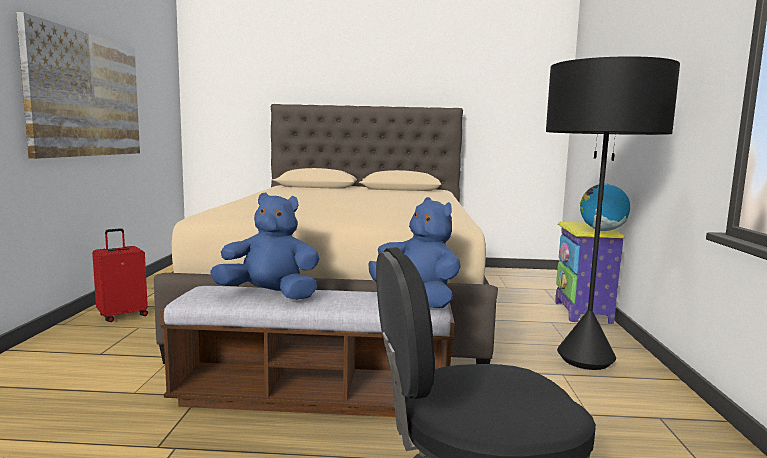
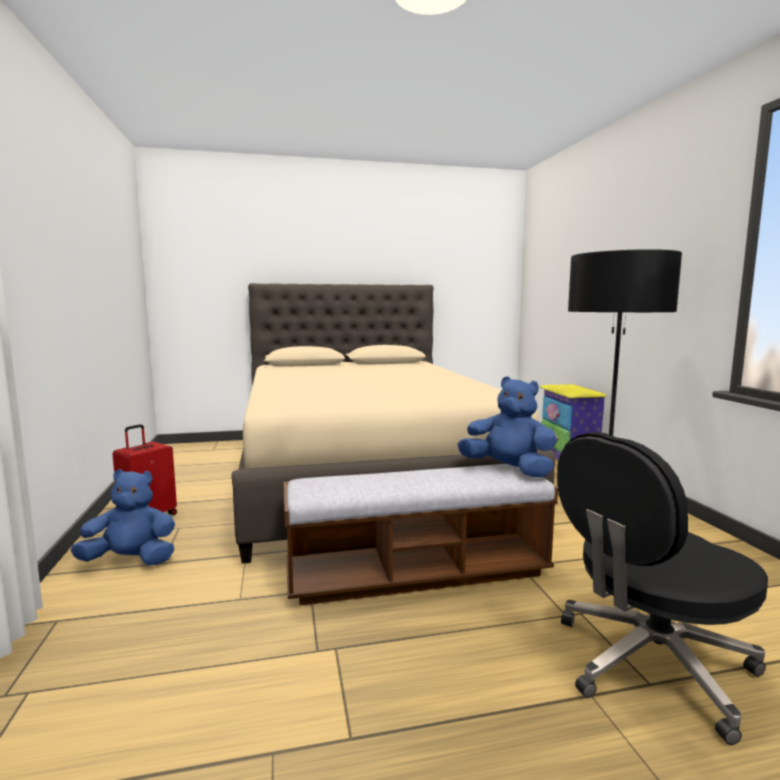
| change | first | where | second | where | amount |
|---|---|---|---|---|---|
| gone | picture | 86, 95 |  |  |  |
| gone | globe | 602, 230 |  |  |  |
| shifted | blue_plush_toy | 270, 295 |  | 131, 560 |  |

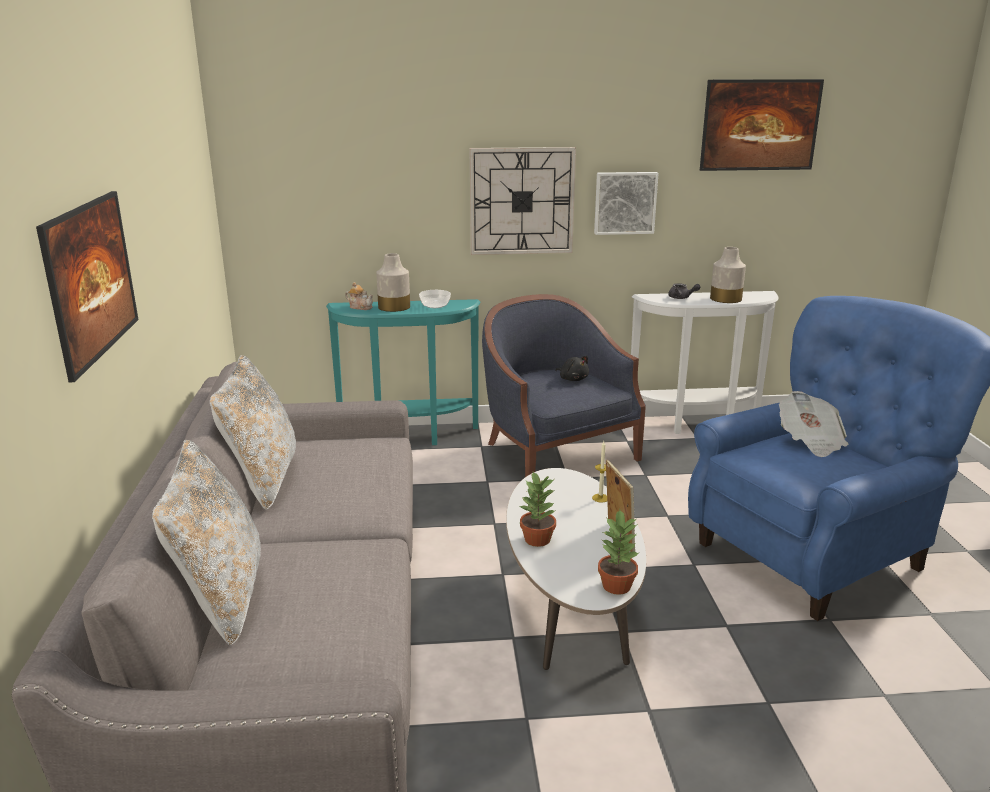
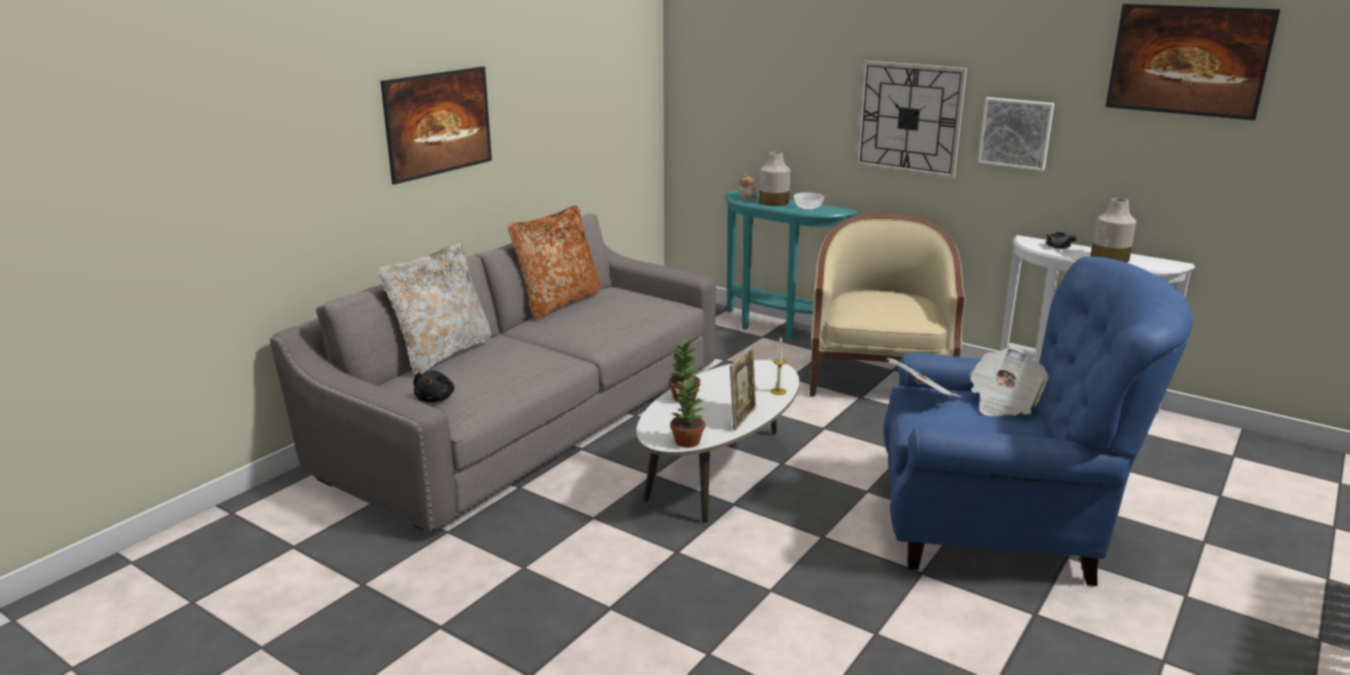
| change | first | where | second | where | amount |
|---|---|---|---|---|---|
| new |  |  | newspaper | 922, 397 |  |
| shifted | black_plush_toy | 572, 379 |  | 435, 399 |  |
| repainted | white_pillow | 263, 481 | orange_pillow | 560, 304 |  |
| repainted | blue_armchair | 555, 454 | beige_armchair | 880, 377 |  |

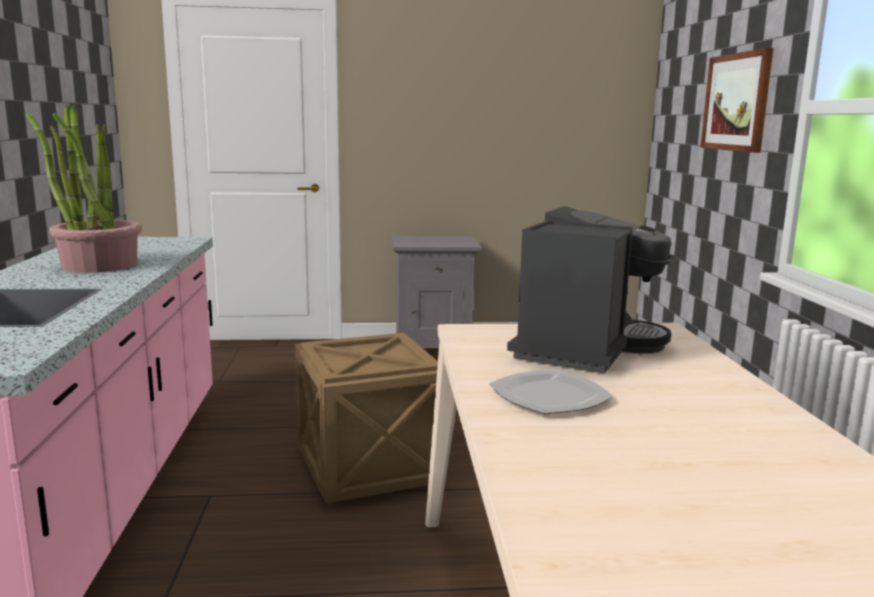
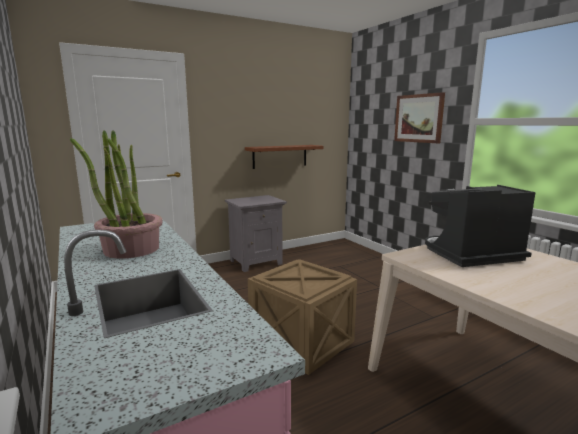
| change | first | where | second | where | amount |
|---|---|---|---|---|---|
| gone | plate | 548, 396 |  |  |  |
| new |  |  | brown_shelf | 280, 156 |  |
| rotated | coffee_machine | 585, 347 |  | 471, 255 | 105 degrees counterclockwise |

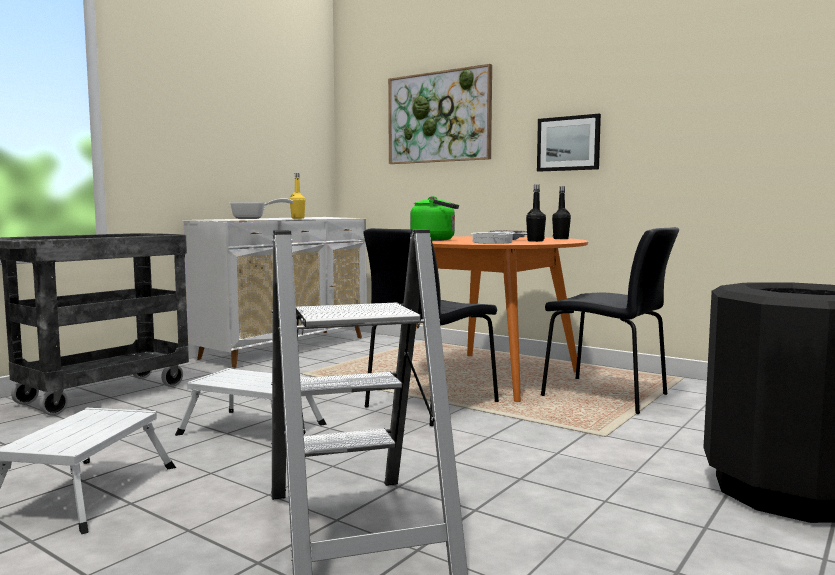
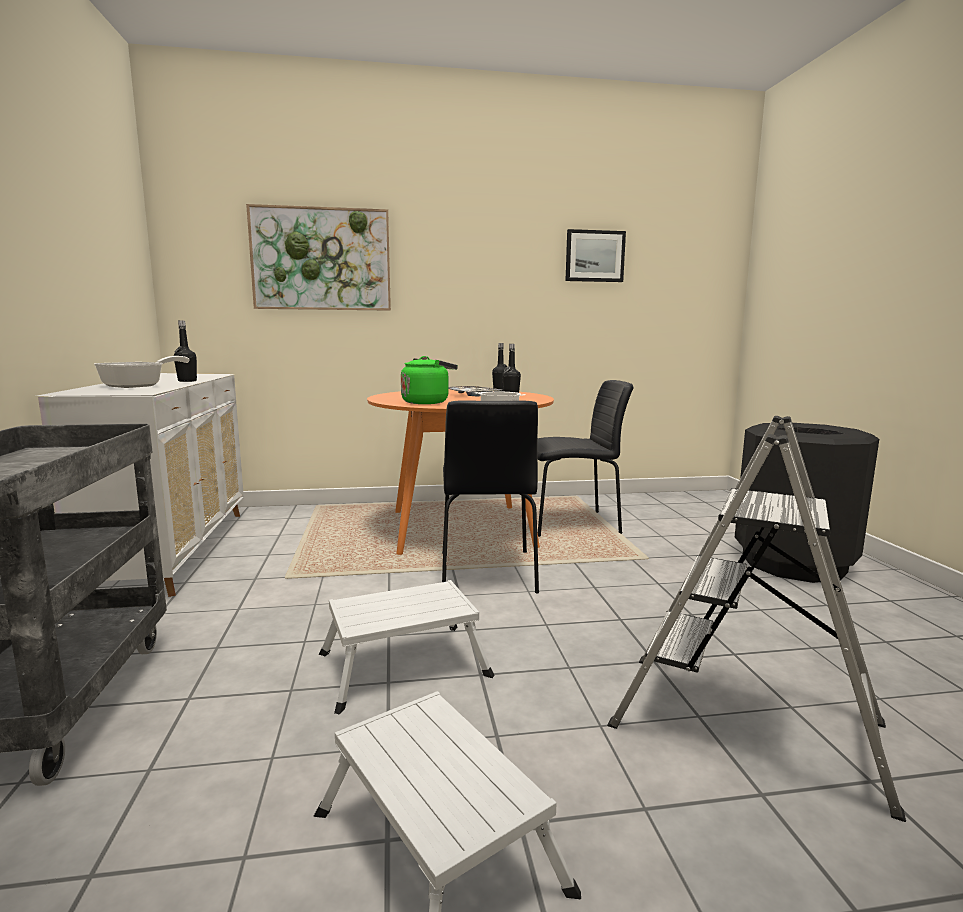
| change | first | where | second | where | amount |
|---|---|---|---|---|---|
| shifted | picture | 568, 143 |  | 594, 256 |  |
| repainted | yellow_bottle | 297, 218 | black_bottle | 187, 381 |  |

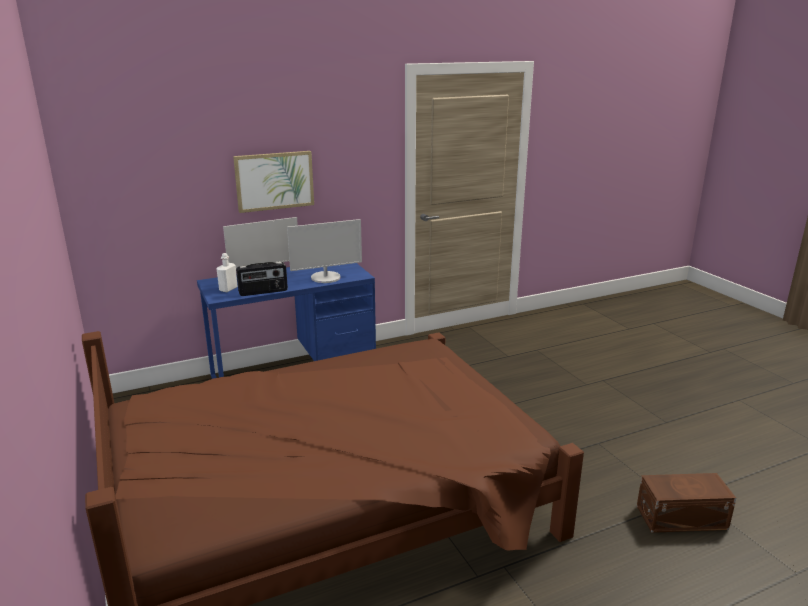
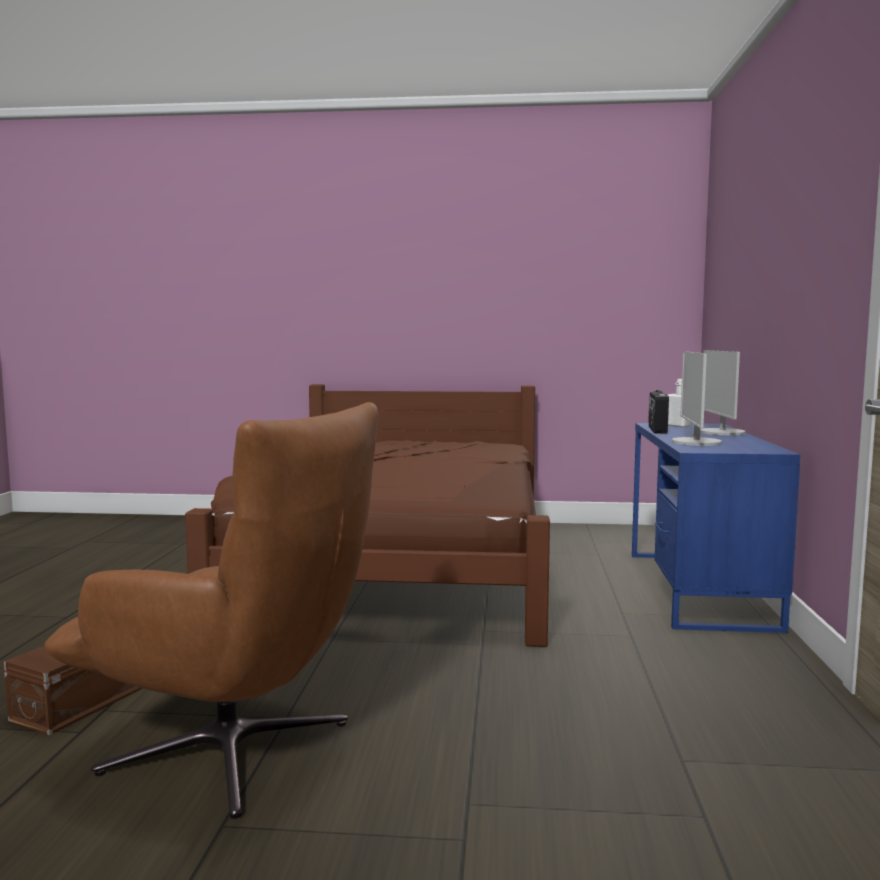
| change | first | where | second | where | amount |
|---|---|---|---|---|---|
| gone | picture | 274, 181 |  |  |  |
| new |  |  | brown_armchair | 230, 748 |  |

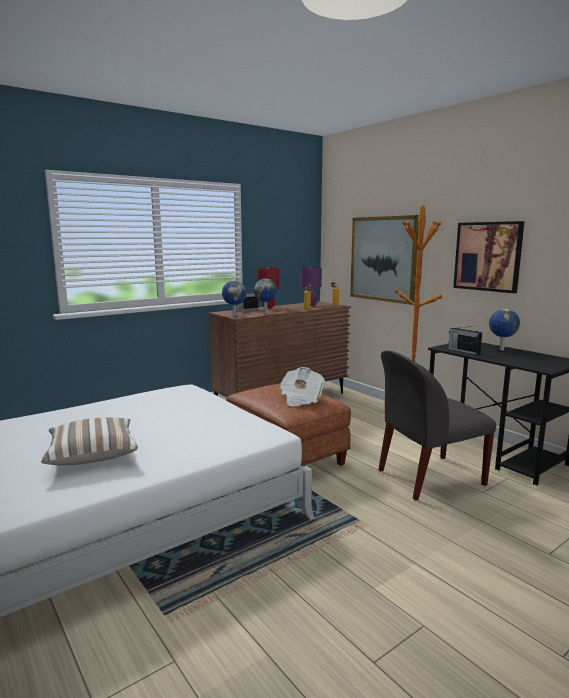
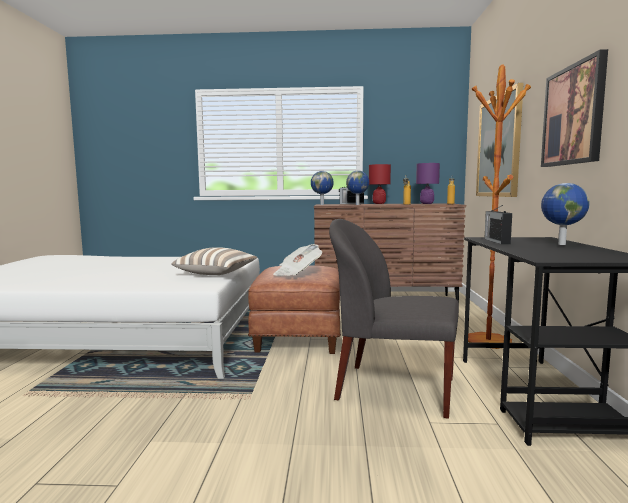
| change | first | where | second | where | amount |
|---|---|---|---|---|---|
| shifted | pillow | 92, 454 |  | 217, 273 |  |

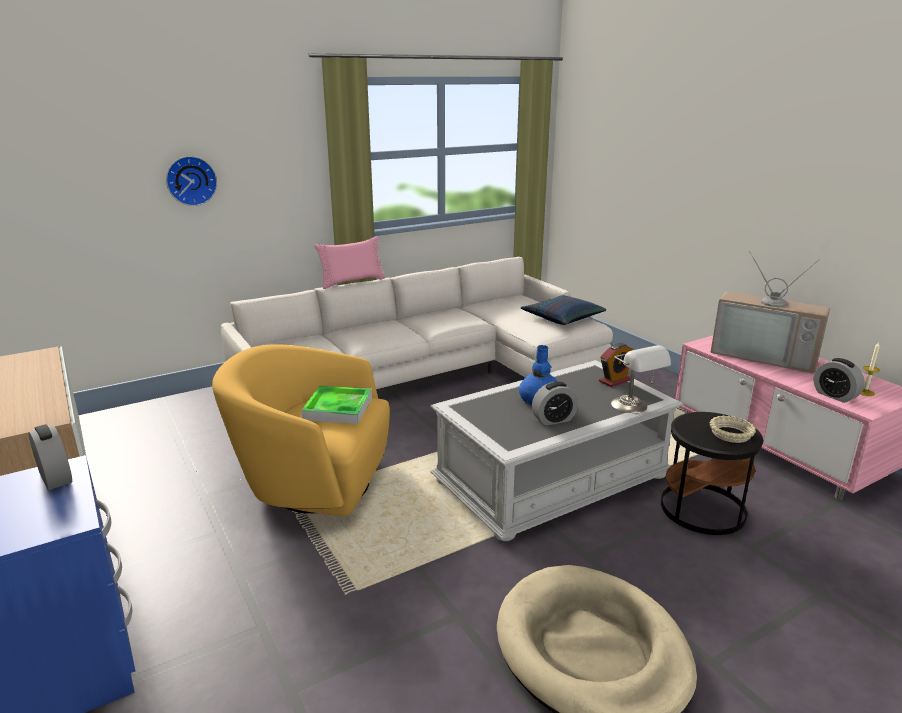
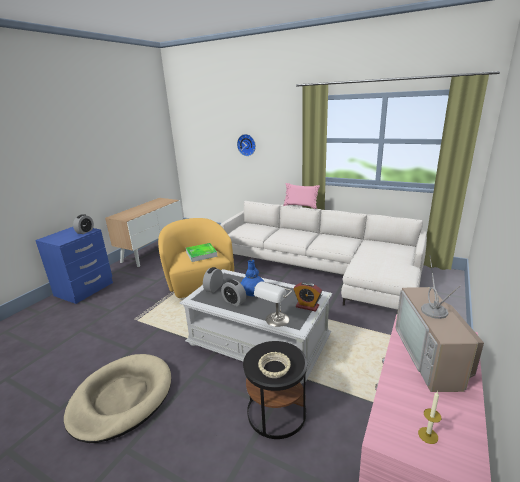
| change | first | where | second | where | amount |
|---|---|---|---|---|---|
| gone | blue_pillow | 562, 318 |  |  |  |
| shifted | alarm_clock | 834, 396 |  | 214, 288 |  |

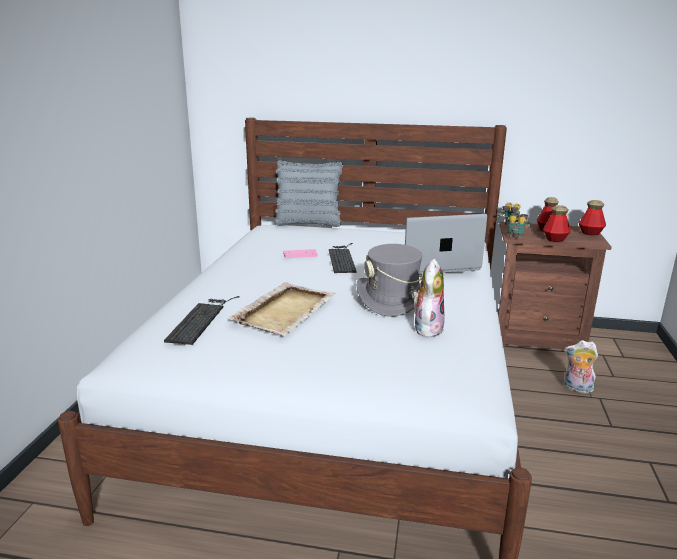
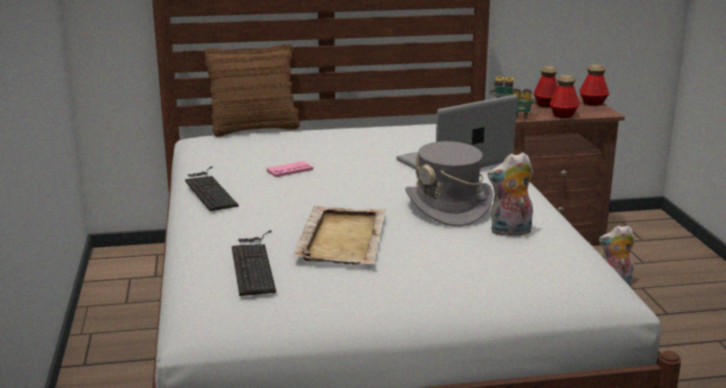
| change | first | where | second | where | amount |
|---|---|---|---|---|---|
| shifted | keyboard | 342, 258 |  | 209, 189 |  |
| repainted | grey_pillow | 309, 224 | brown_pillow | 255, 129 |  |
| rotated | plush_toy | 427, 328 |  | 510, 232 | 105 degrees counterclockwise |

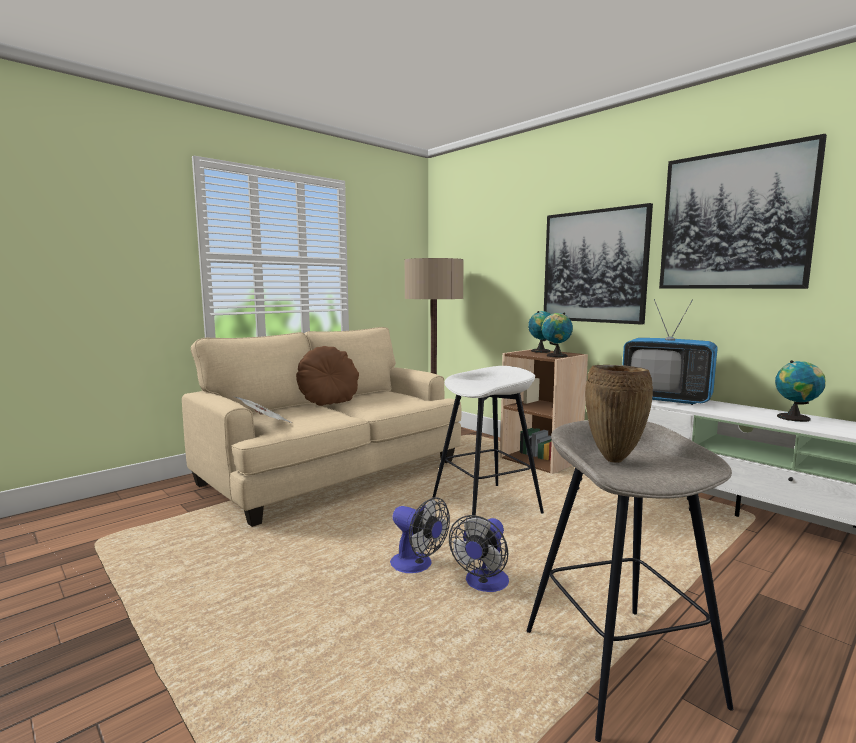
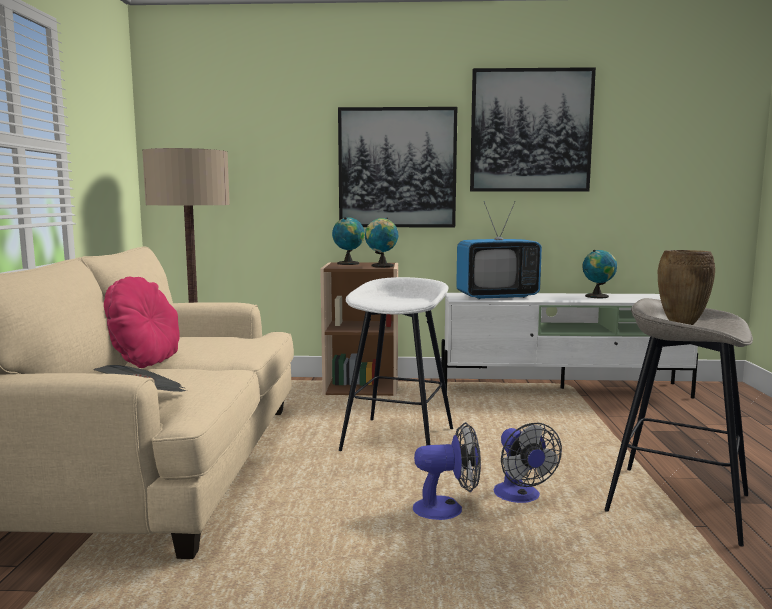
| change | first | where | second | where | amount |
|---|---|---|---|---|---|
| repainted | brown_pillow | 328, 403 | pink_pillow | 145, 363 |  |

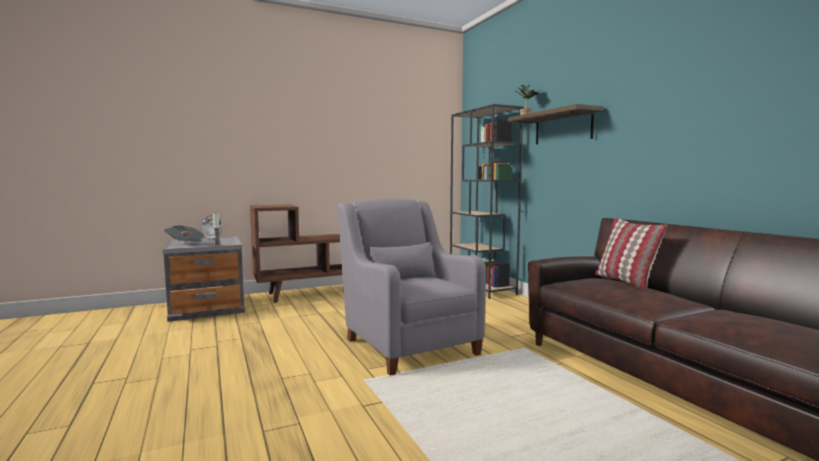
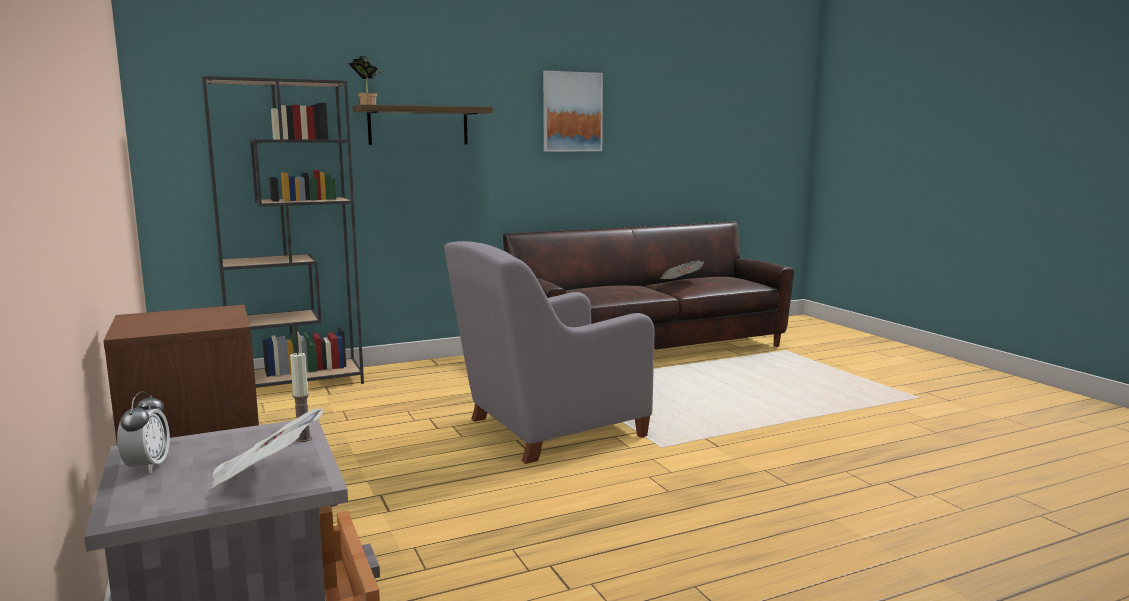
| change | first | where | second | where | amount |
|---|---|---|---|---|---|
| gone | pillow | 625, 281 |  |  |  |
| new |  |  | picture | 572, 112 |  |
| new |  |  | newspaper | 681, 282 |  |

